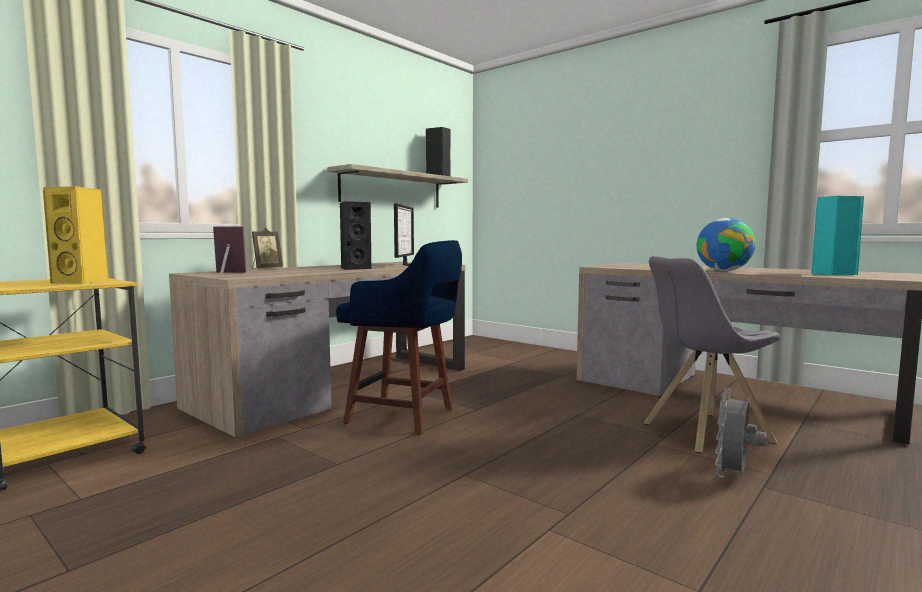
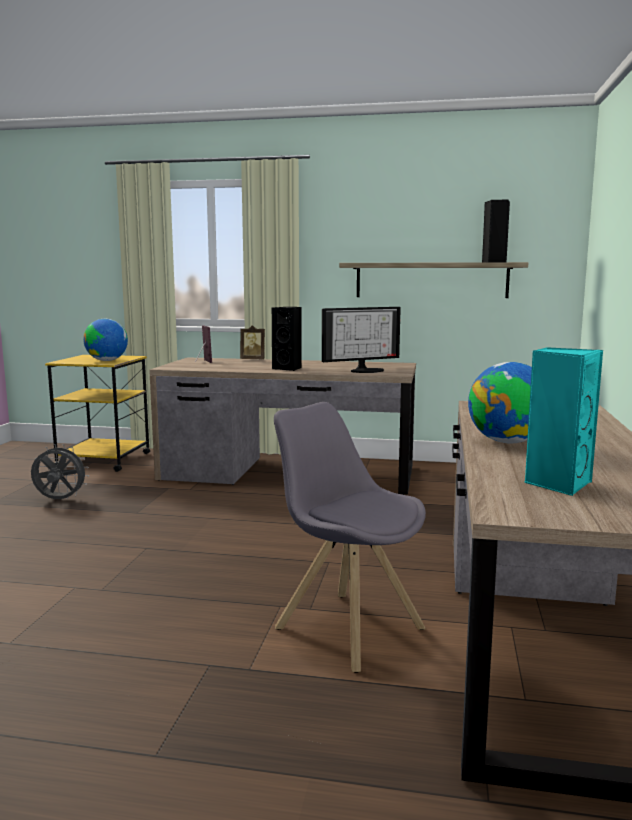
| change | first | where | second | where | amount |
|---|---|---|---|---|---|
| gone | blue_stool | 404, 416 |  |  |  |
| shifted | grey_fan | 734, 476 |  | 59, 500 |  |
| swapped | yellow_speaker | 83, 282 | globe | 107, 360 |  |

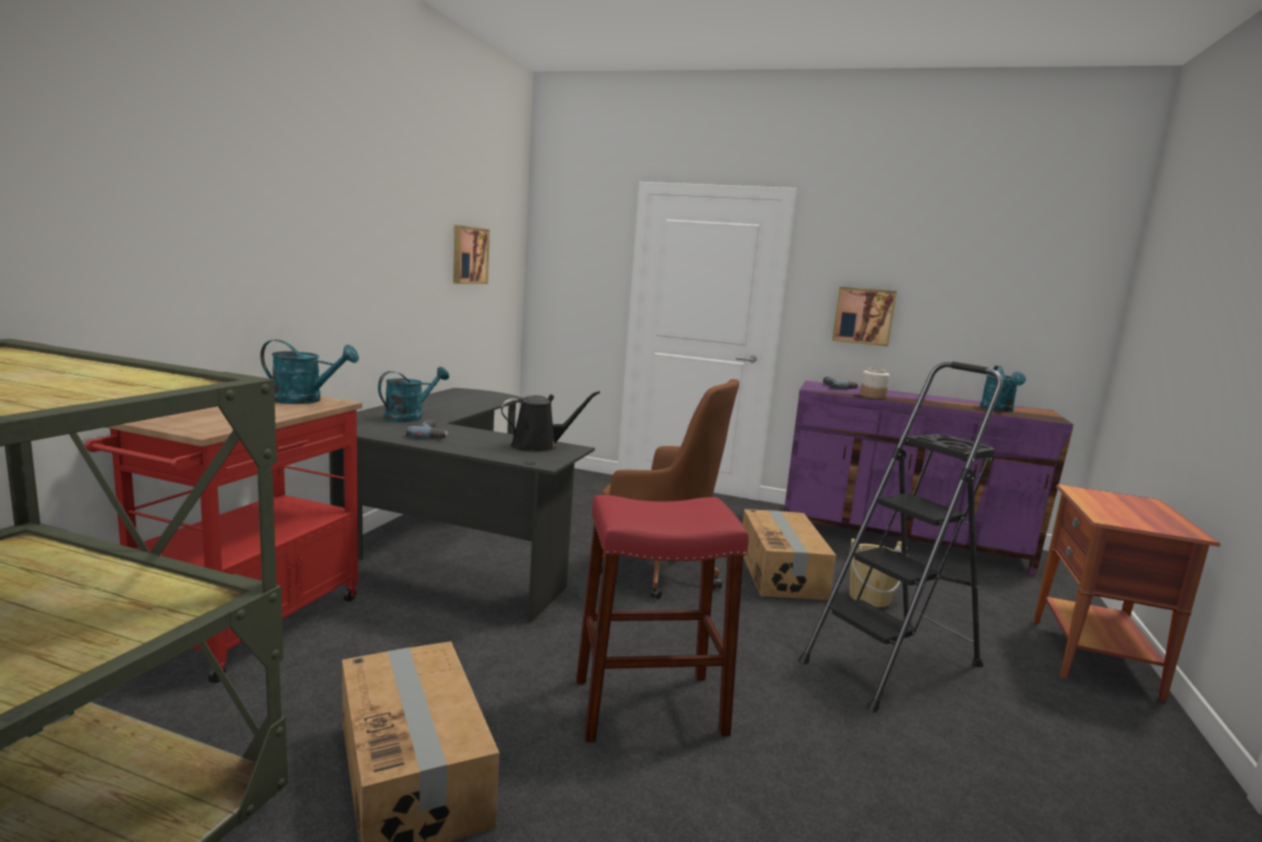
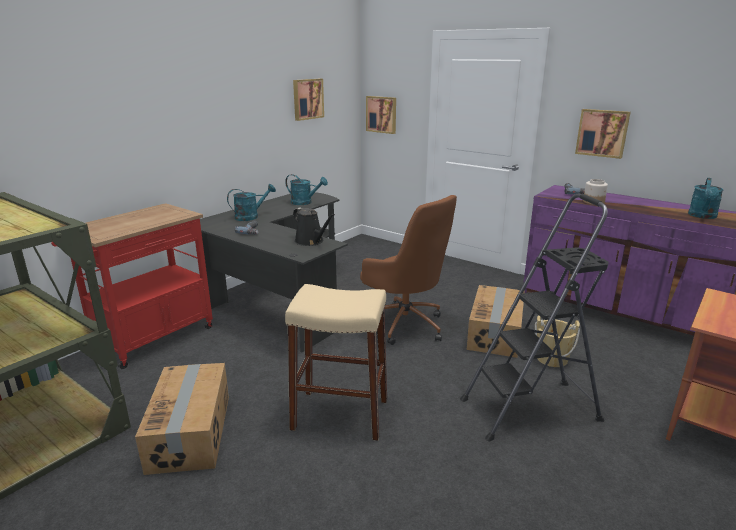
| change | first | where | second | where | amount |
|---|---|---|---|---|---|
| new |  |  | picture | 381, 114 |  |
| shifted | turquoise_watering_can | 306, 400 |  | 305, 203 |  |
| repainted | red_stool | 649, 706 | beige_stool | 340, 414 |  |
| rotated | black_watering_can | 539, 446 |  | 311, 241 | 45 degrees clockwise |

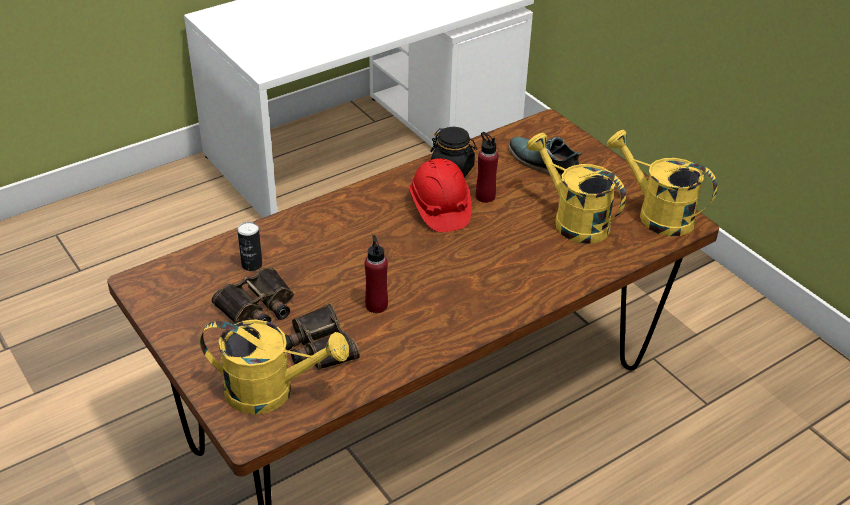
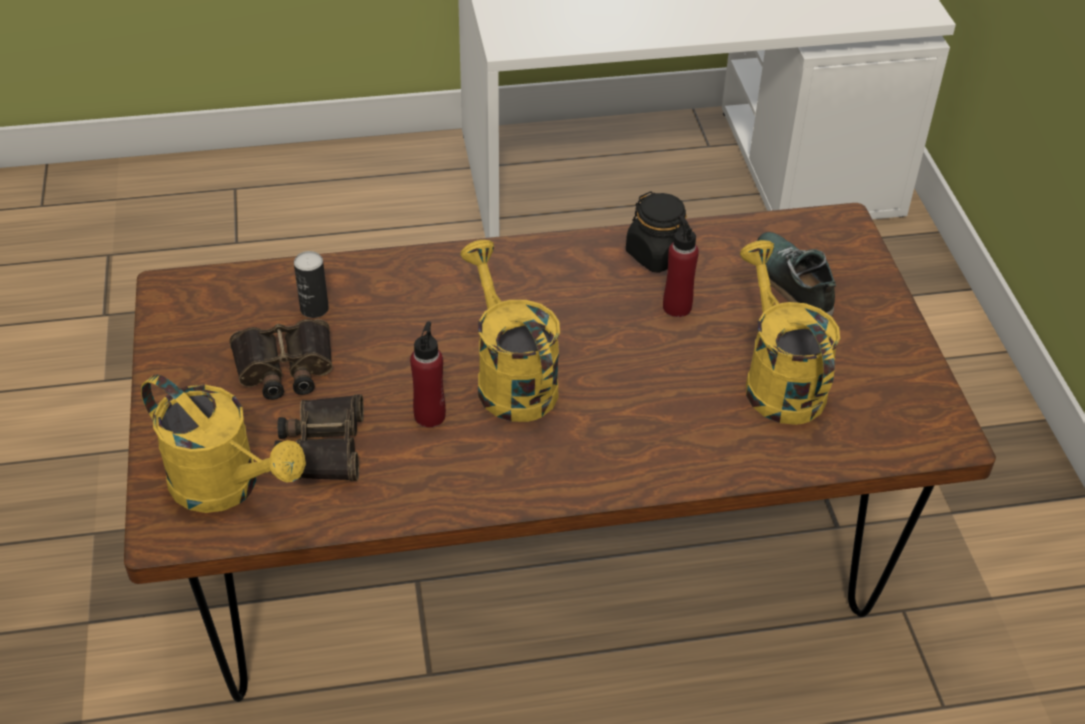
| change | first | where | second | where | amount |
|---|---|---|---|---|---|
| gone | red_hard_hat | 439, 209 |  |  |  |
| shifted | yellow_watering_can | 656, 214 |  | 510, 379 |  |

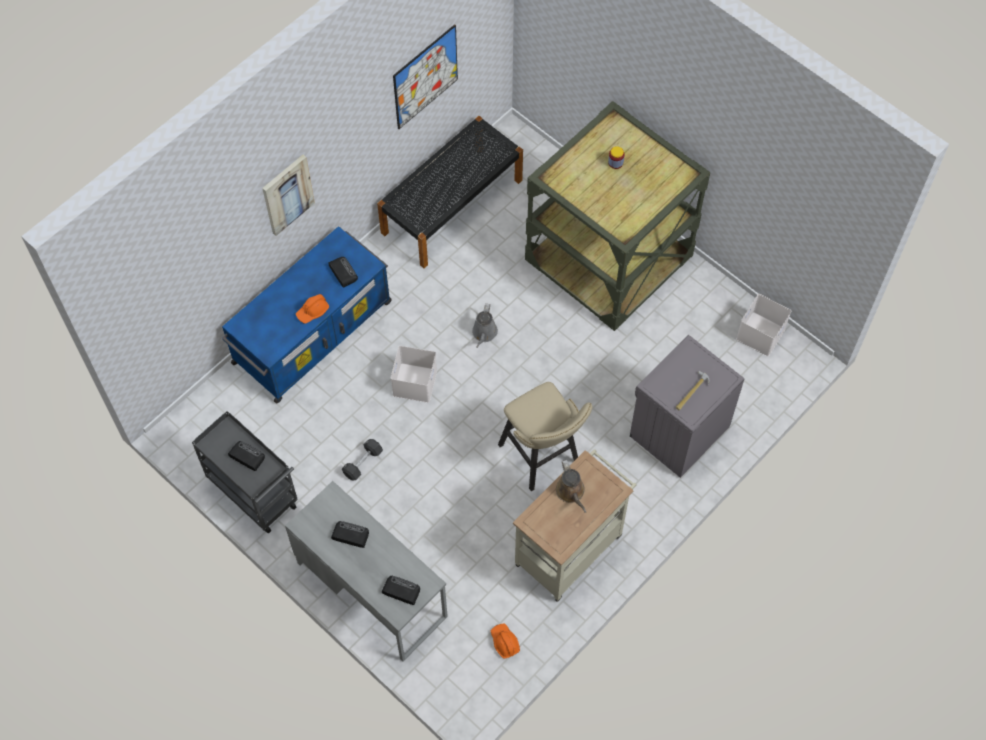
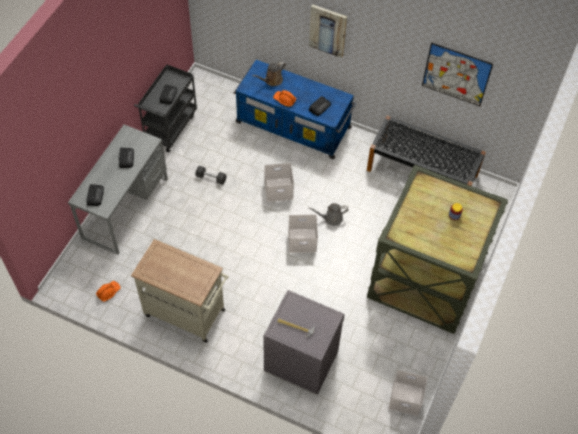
| change | first | where | second | where | amount |
|---|---|---|---|---|---|
| gone | beige_stool | 543, 461 |  |  |  |
| new |  |  | white_storage_box | 303, 240 |  |
| shifted | brown_watering_can | 571, 492 |  | 272, 80 |  |

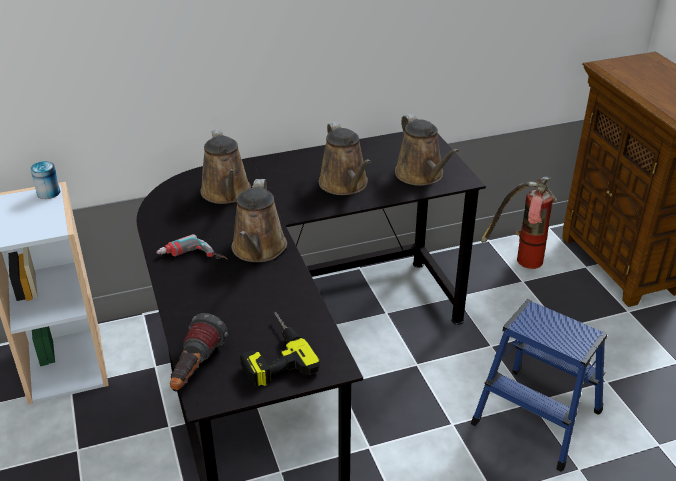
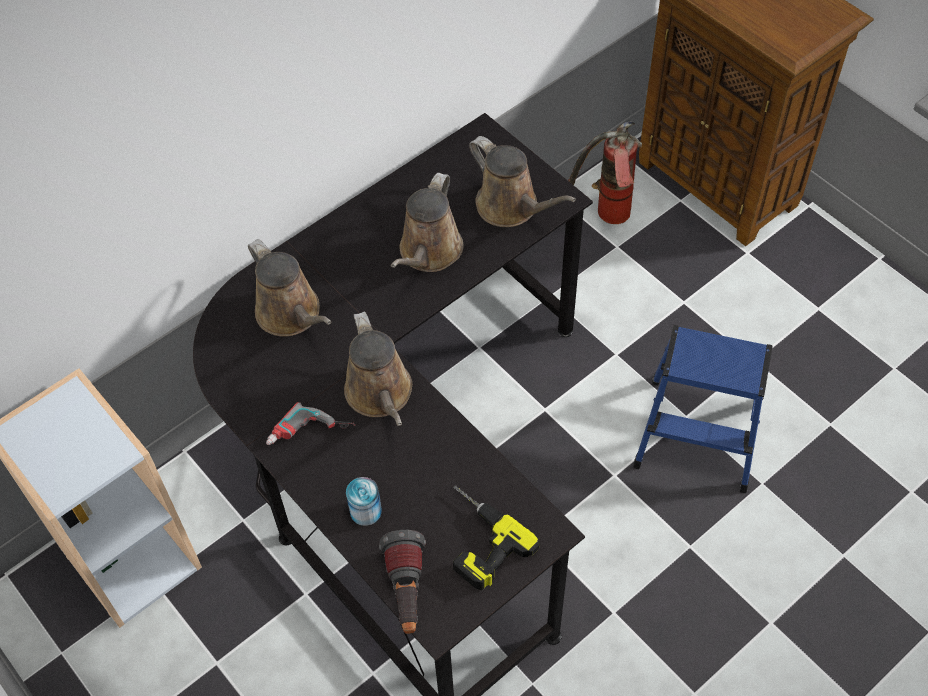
| change | first | where | second | where | amount |
|---|---|---|---|---|---|
| shifted | can | 48, 192 |  | 365, 511 |  |
| rotated | brown_watering_can | 345, 185 |  | 428, 253 | 60 degrees clockwise |

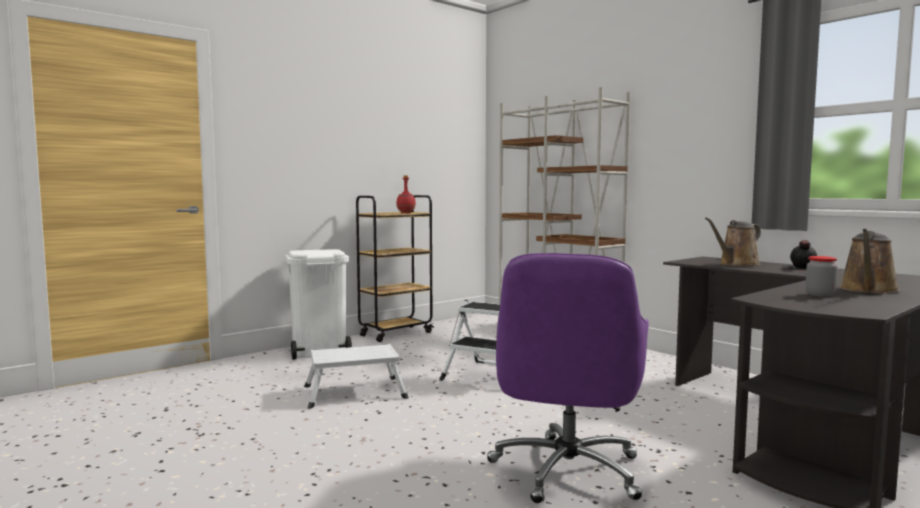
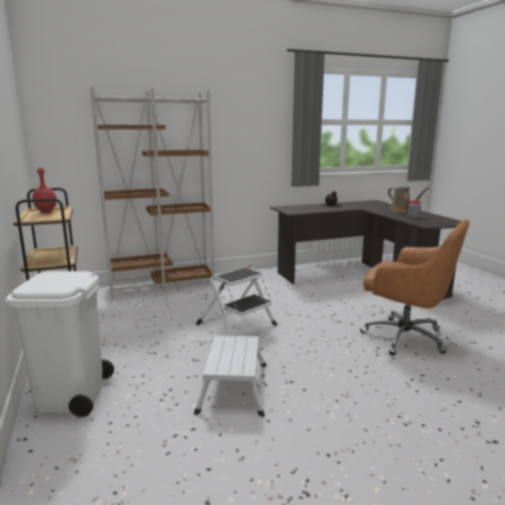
| change | first | where | second | where | amount |
|---|---|---|---|---|---|
| gone | brown_watering_can | 736, 264 |  |  |  |
| repainted | purple_office_chair | 566, 470 | brown_office_chair | 404, 337 |  |

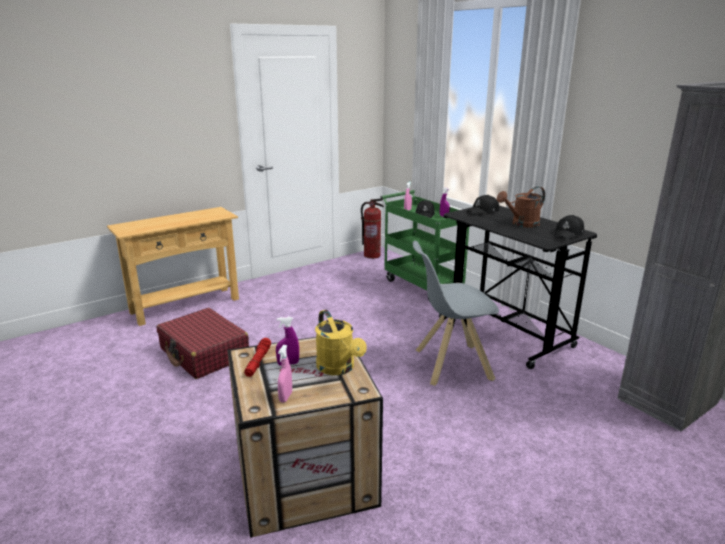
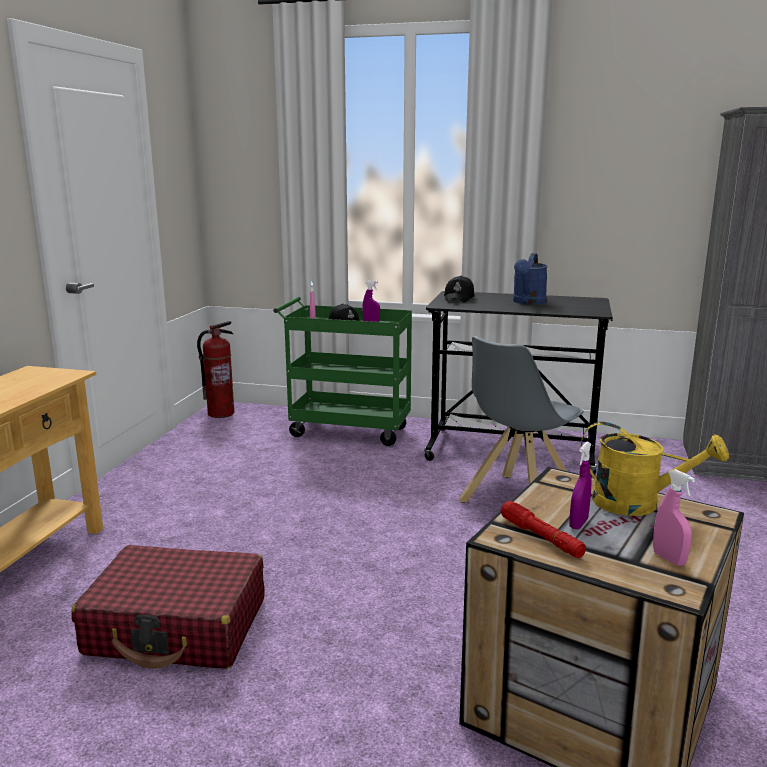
| change | first | where | second | where | amount |
|---|---|---|---|---|---|
| gone | black_cap | 569, 234 |  |  |  |
| repainted | brown_watering_can | 521, 224 | blue_watering_can | 528, 302 |  |

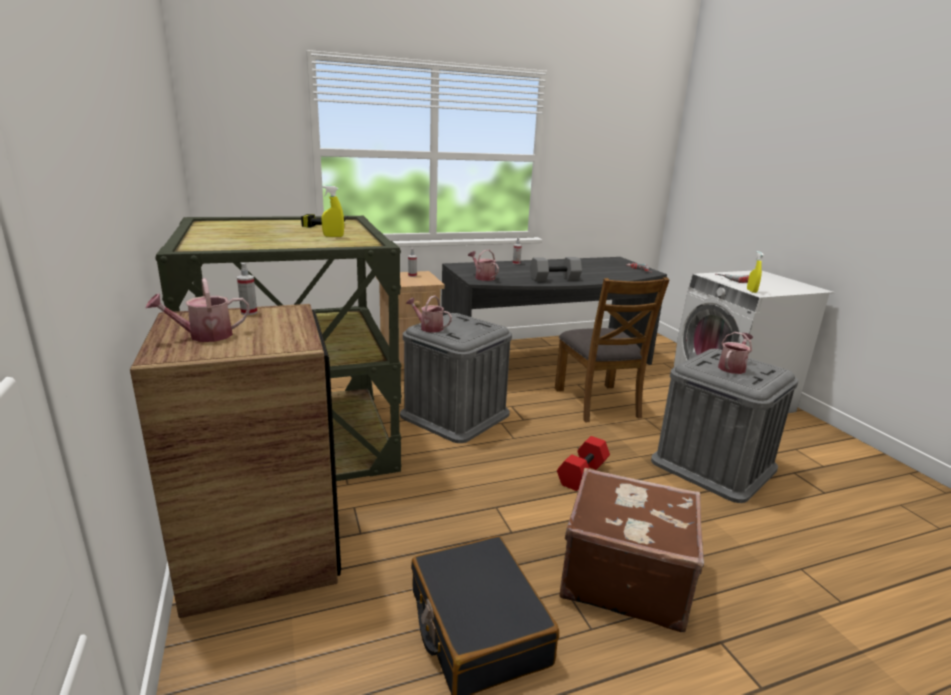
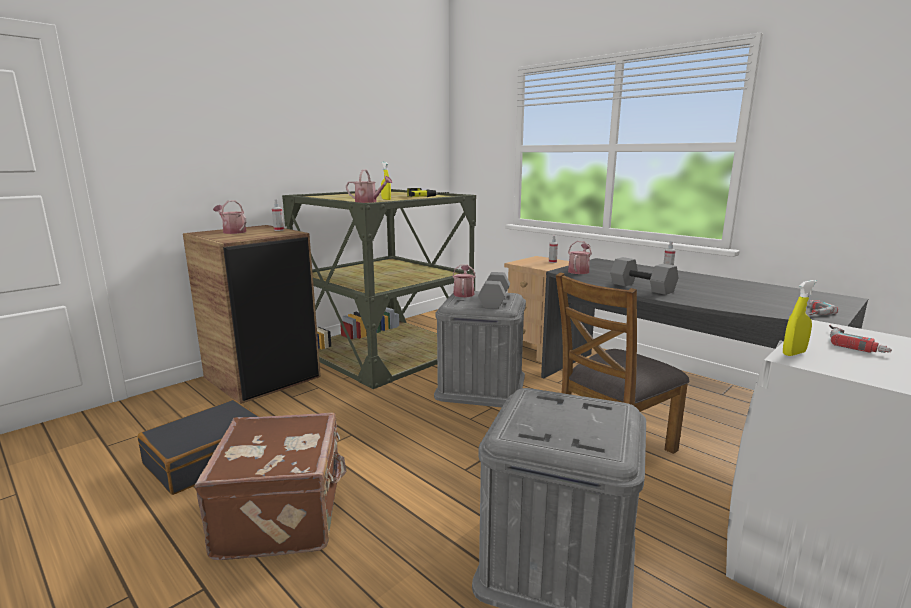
| change | first | where | second | where | amount |
|---|---|---|---|---|---|
| gone | red_dumbbell | 581, 473 |  |  |  |
| new |  |  | grey_dumbbell | 493, 300 |  |
| shifted | watering_can | 733, 367 |  | 369, 202 |  |

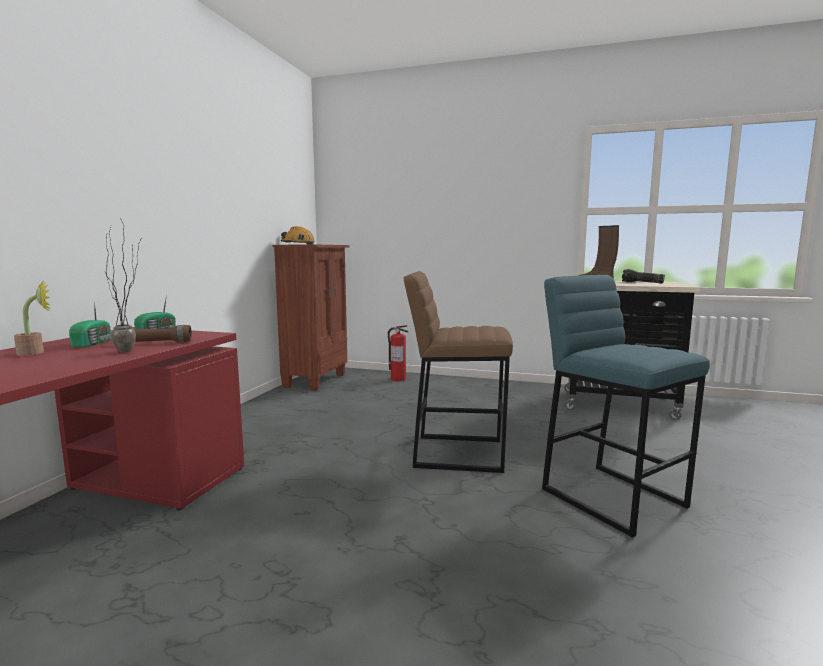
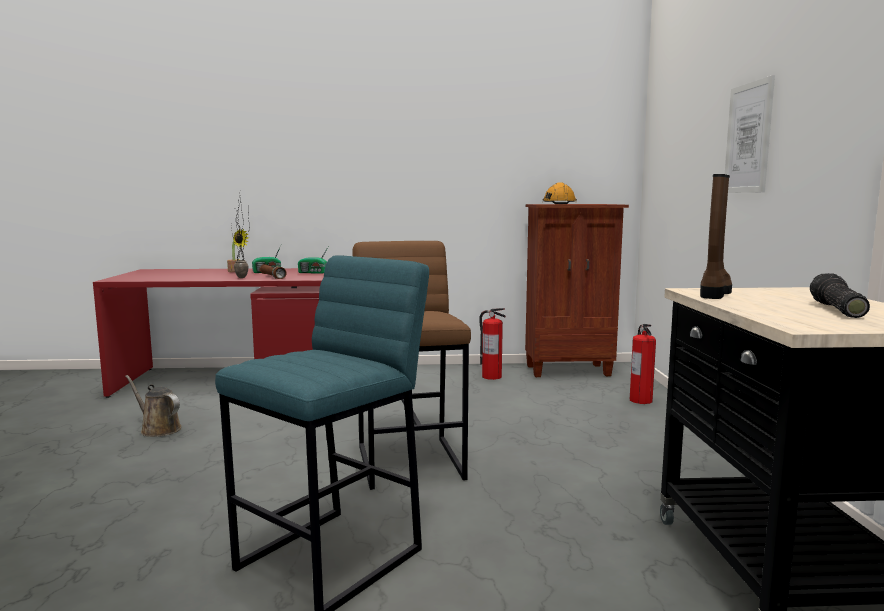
| change | first | where | second | where | amount |
|---|---|---|---|---|---|
| new |  |  | brown_watering_can | 158, 429 |  |
| new |  |  | fire_extinguisher | 491, 376 |  |
| new |  |  | picture | 748, 138 |  |

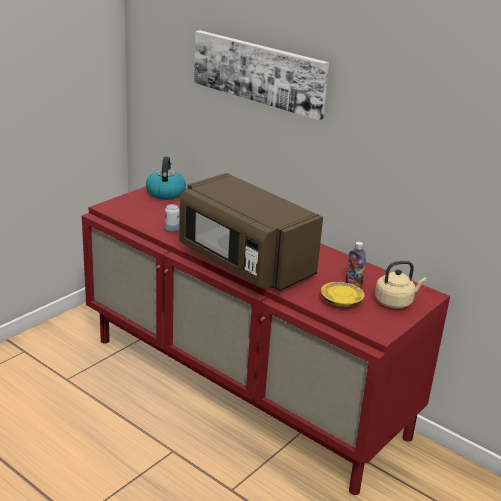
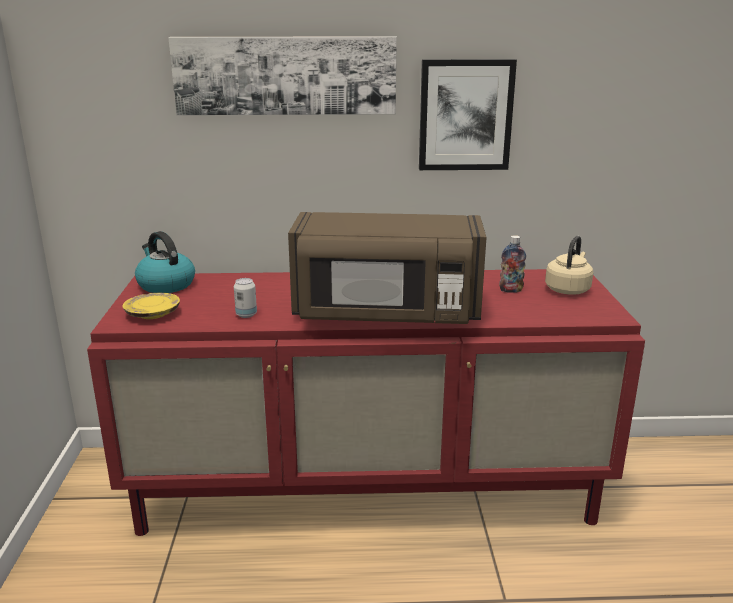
| change | first | where | second | where | amount |
|---|---|---|---|---|---|
| new |  |  | picture | 465, 115 |  |
| shifted | yellow_plate | 341, 301 |  | 152, 314 |  |

